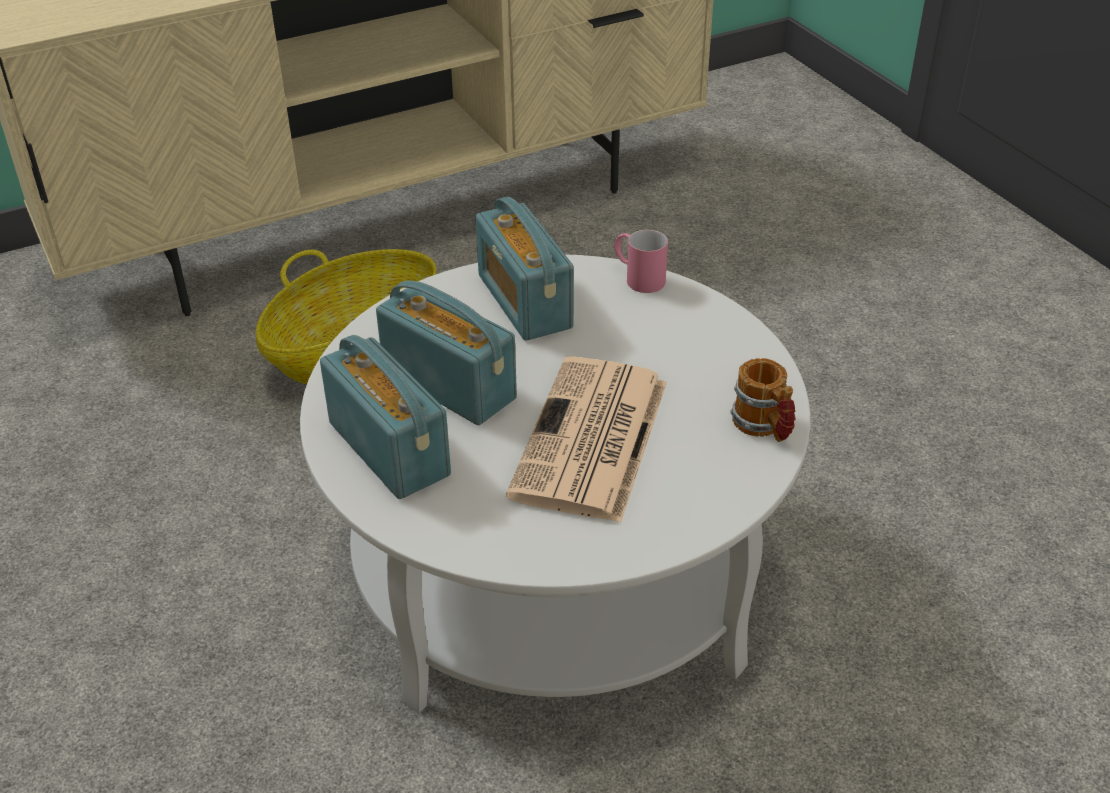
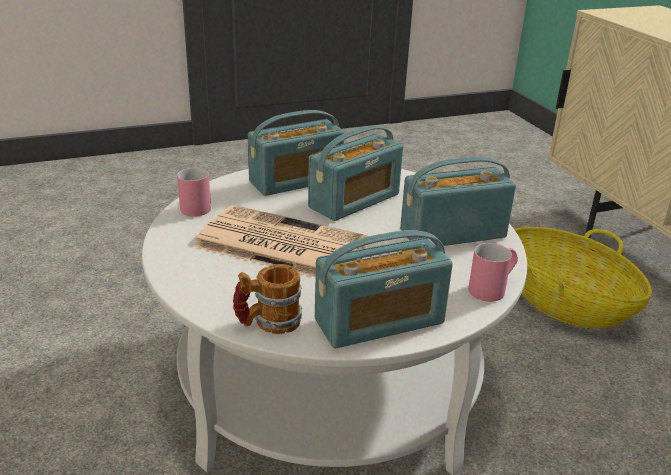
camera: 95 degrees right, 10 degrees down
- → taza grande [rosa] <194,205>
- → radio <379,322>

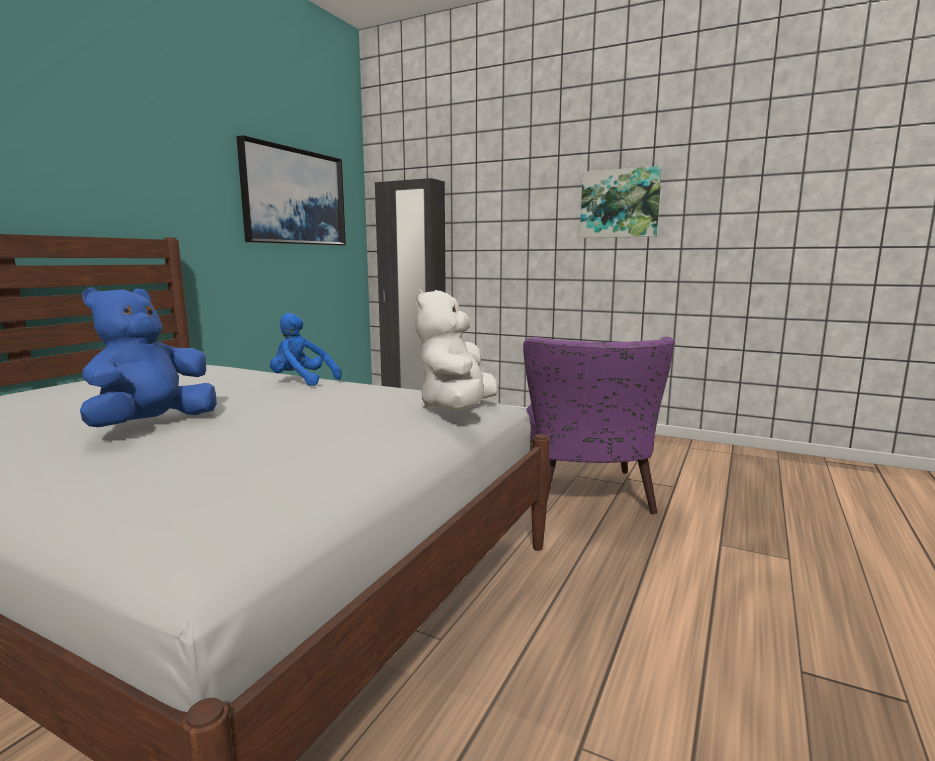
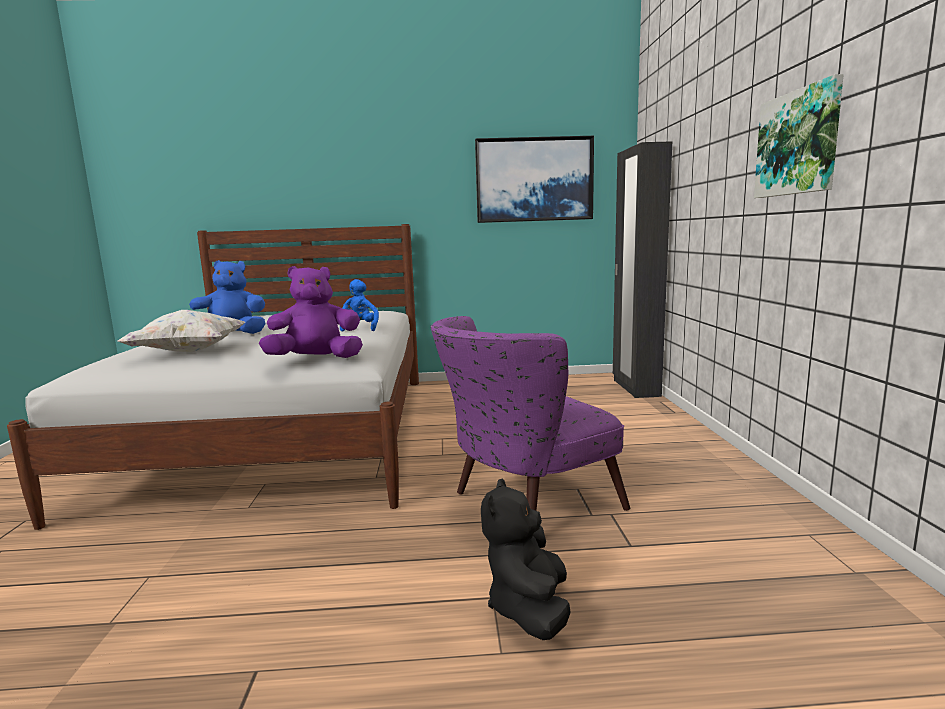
camera: 60 degrees right, 0 degrees up
peluche [blanco] <457,409> → peluche [morado] <316,359>
- → cojín [blanco] <189,352>
- → peluche [negro] <529,608>

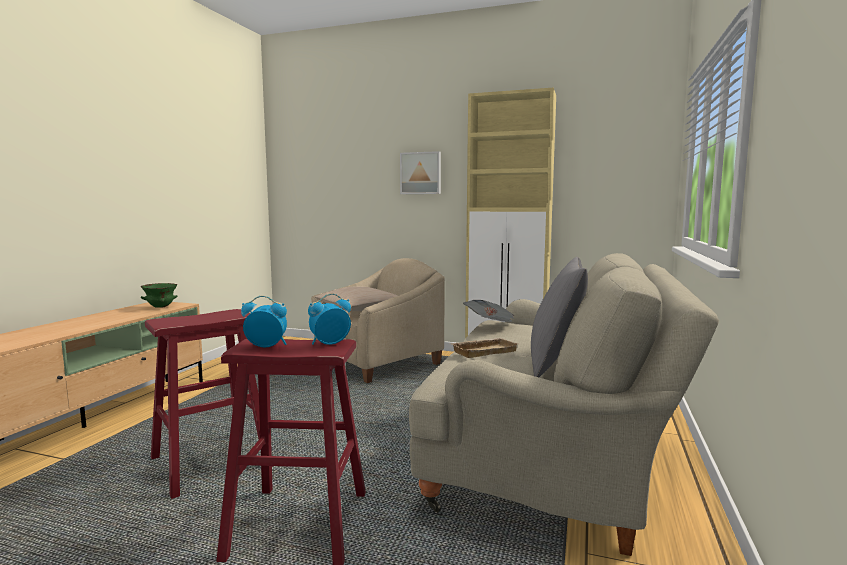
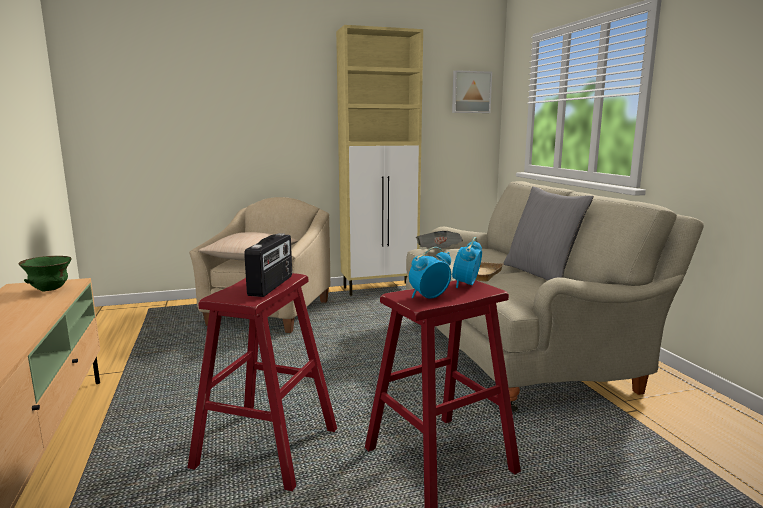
camera: 35 degrees left, 5 degrees up
cuadro <421,173> → cuadro <471,92>, move
- → radio <272,285>

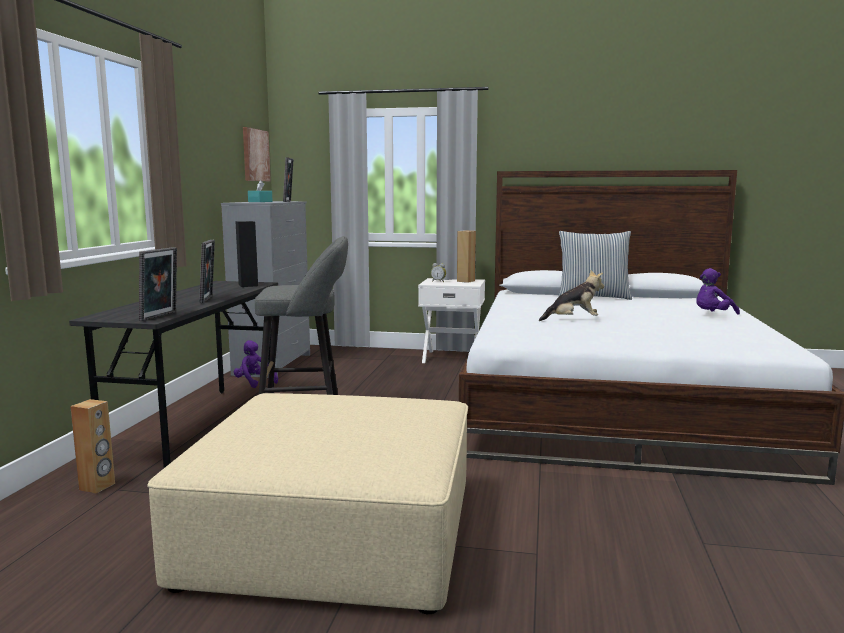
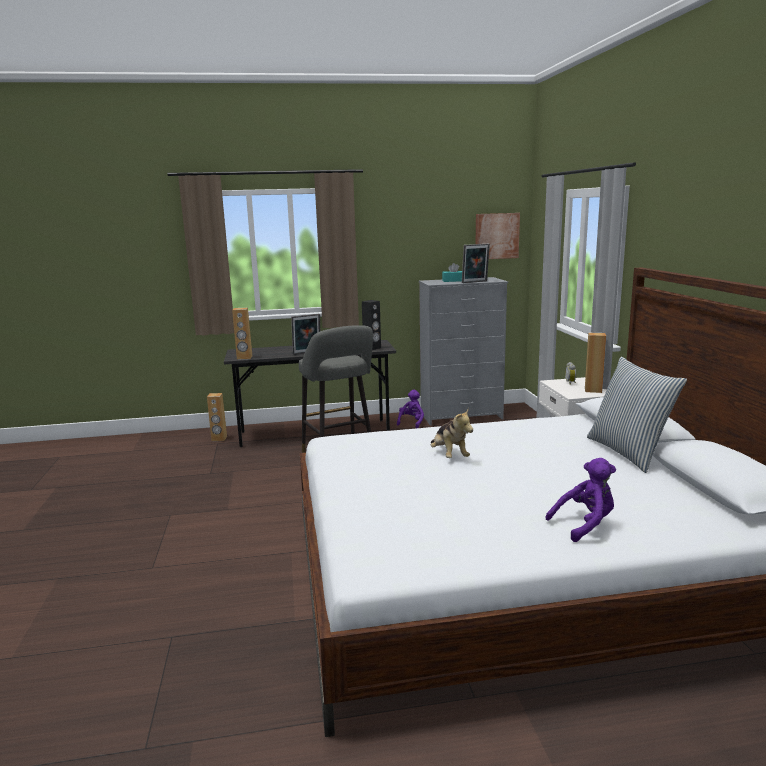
camera: 70 degrees right, 5 degrees up
portarretratos <161,316> → altavoz [marrón] <244,357>
puf [beis] <333,530> → -
peluche [morado] <712,315> → peluche [morado] <585,525>, 120 degrees clockwise

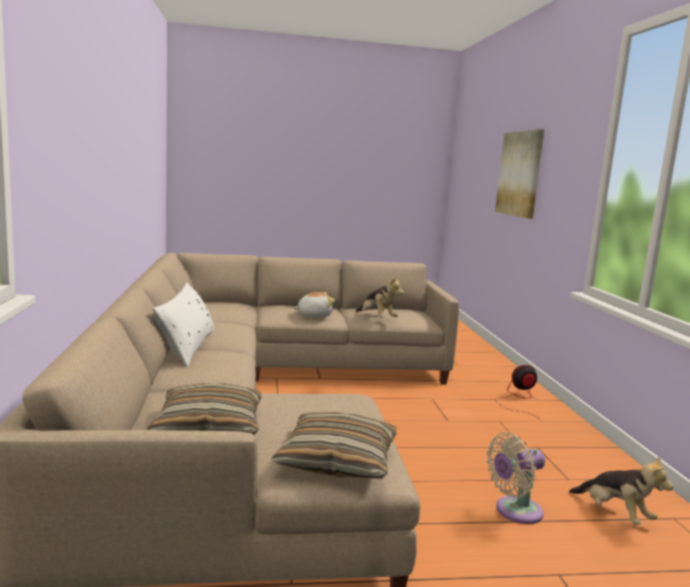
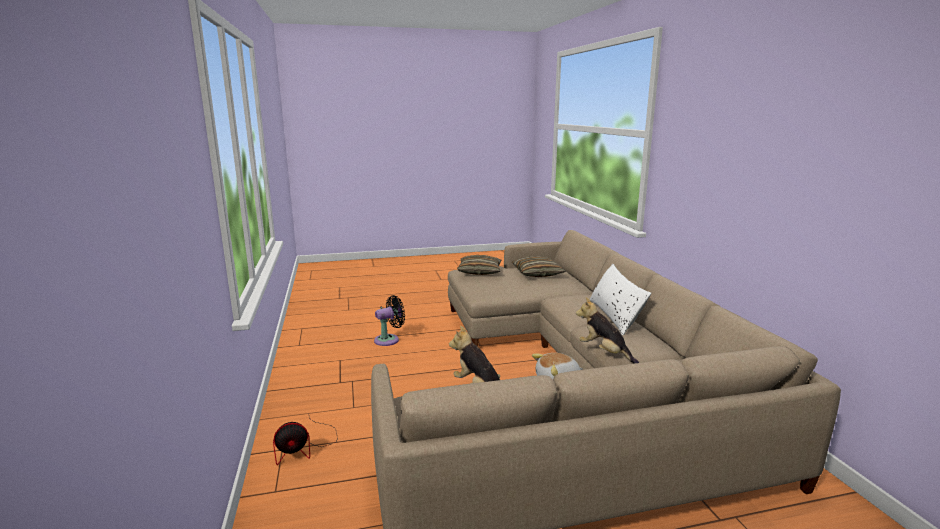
camera: 175 degrees right, 5 degrees up
ventilador [beis] <514,511> → ventilador [negro] <389,340>
cuadro <520,173> → -
peluche <615,514> → peluche <604,352>, move

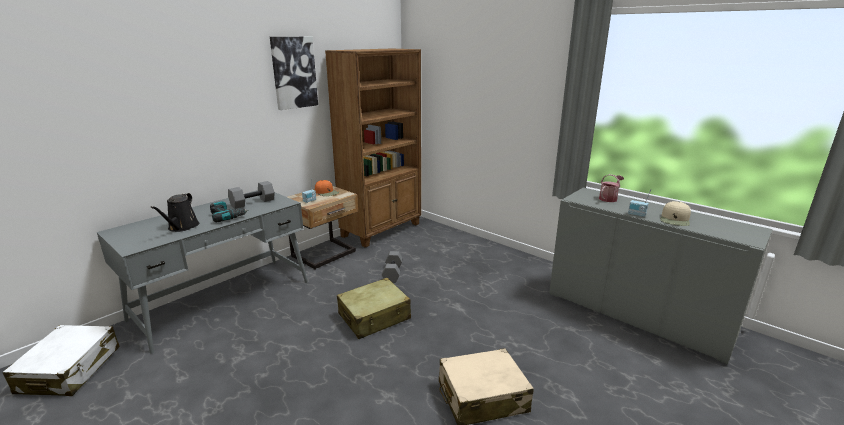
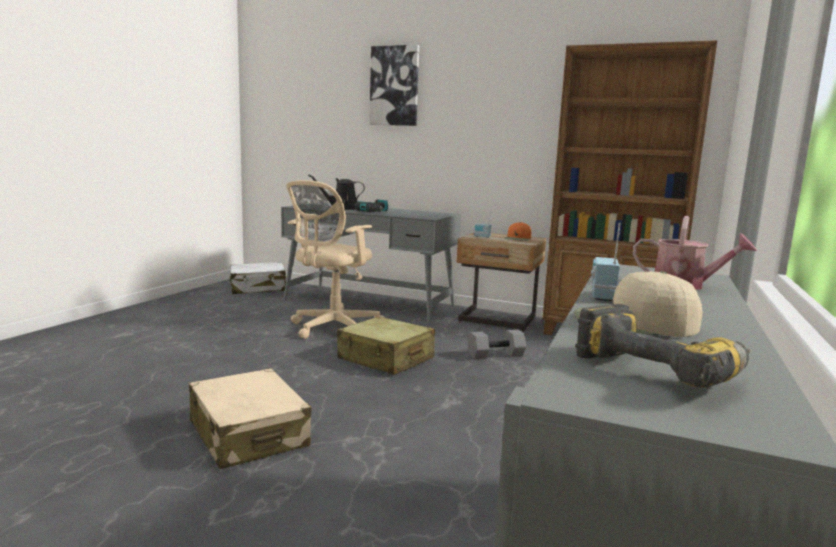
camera: 70 degrees right, 10 degrees down
mancuerna [gris] <253,202> → -
cuadro <294,72> → cuadro <394,86>, move
- → silla de oficina [beis] <332,328>
- → taladro <664,370>

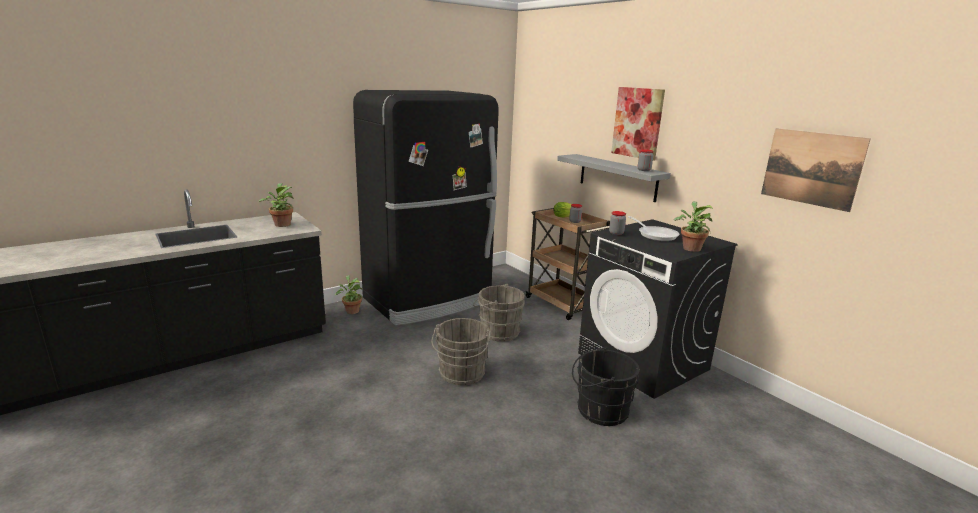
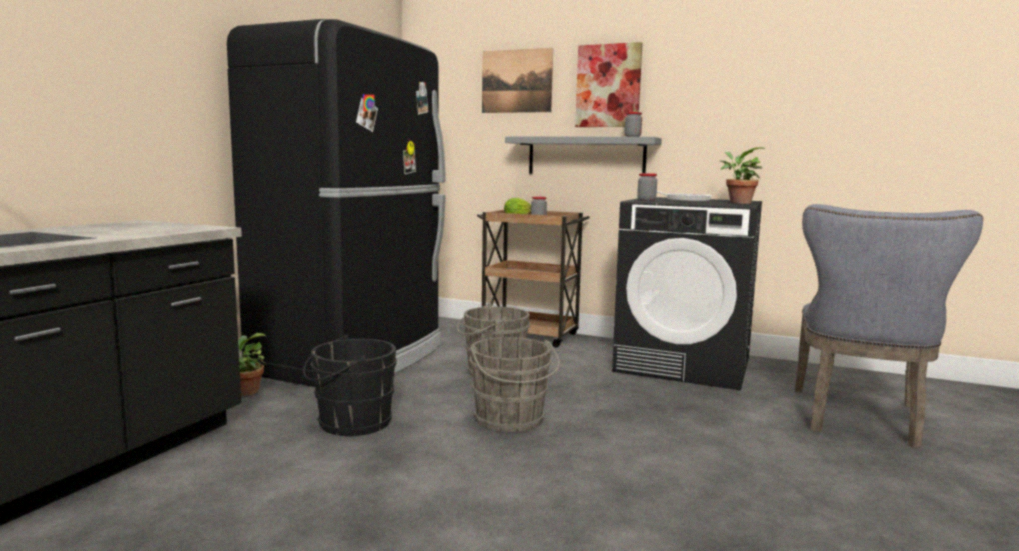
camera: 30 degrees left, 10 degrees down
planta en maceta <282,224> → -
cubo [negro] <599,410> → cubo [negro] <350,423>, move
cuadro <811,168> → cuadro <516,81>, move
- → silla [gris] <859,420>

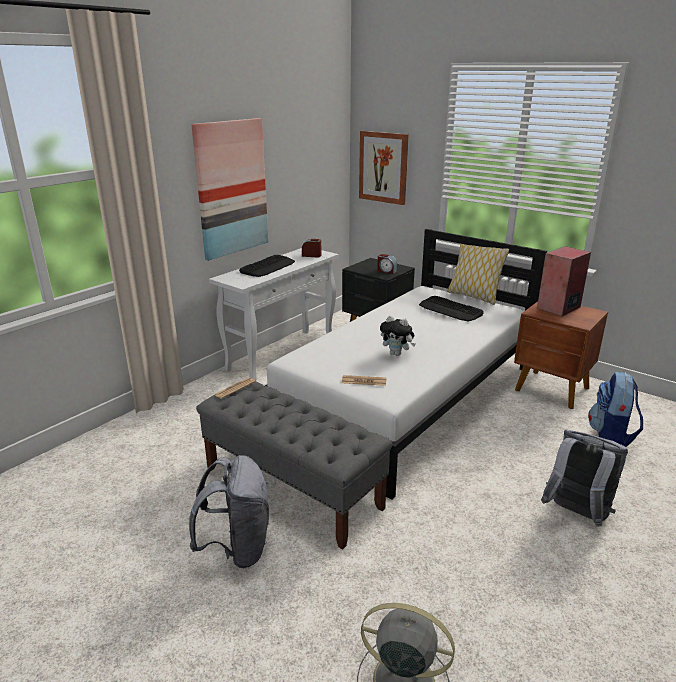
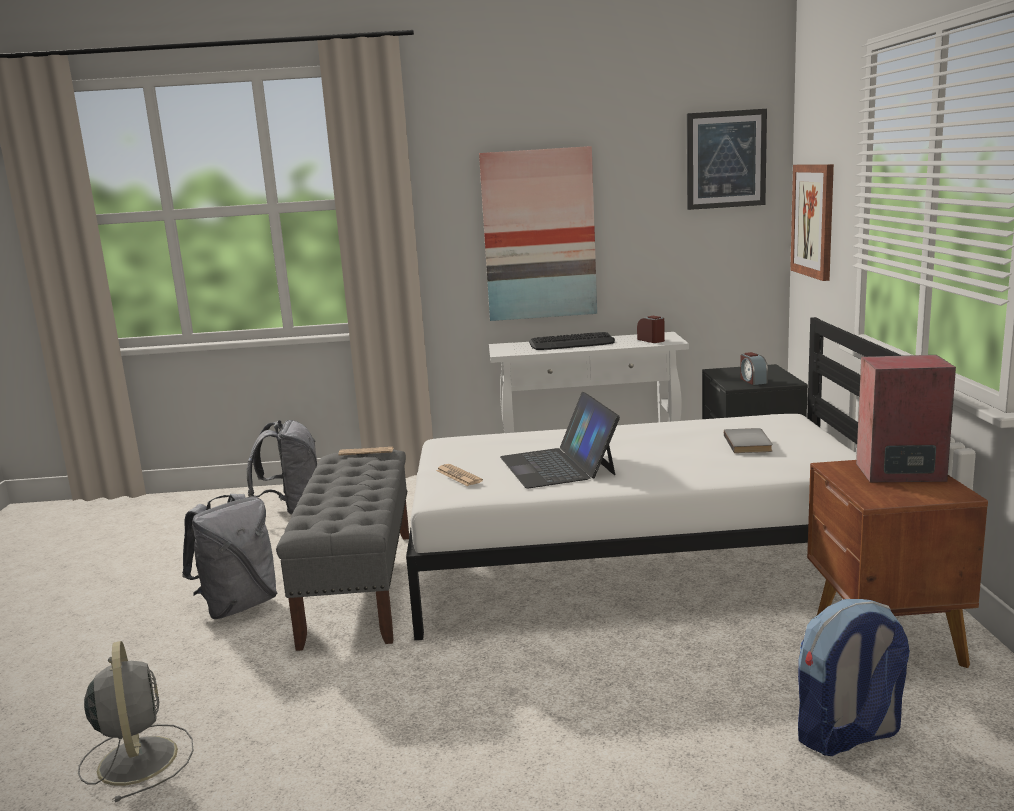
camera: 50 degrees right, 10 degrees down
peluche <397,354> → portátil <558,465>
teclado <450,309> → libro [gris] <749,443>
cojín <474,296> → -
mochila [gris] <576,514> → mochila [gris] <291,507>, move
- → cuadro <725,159>

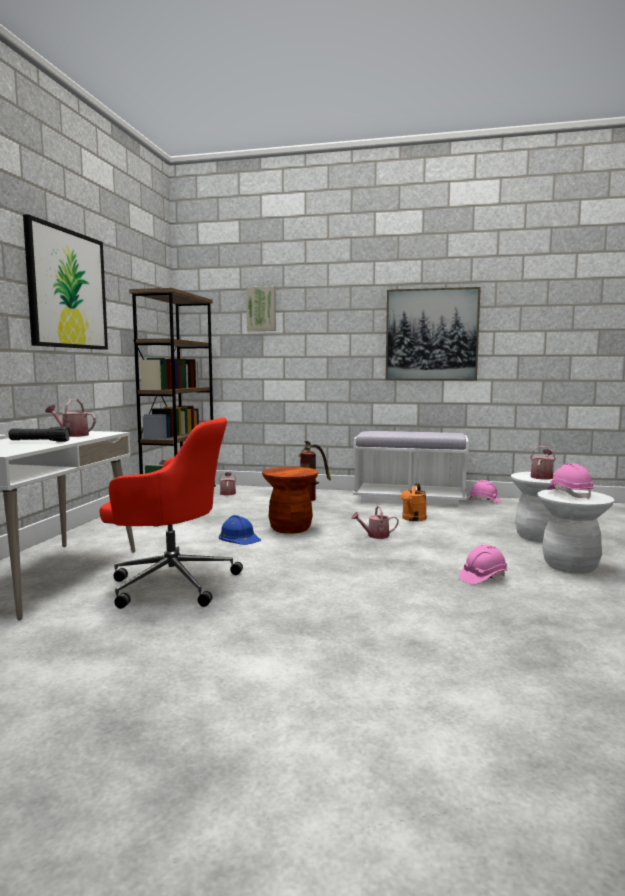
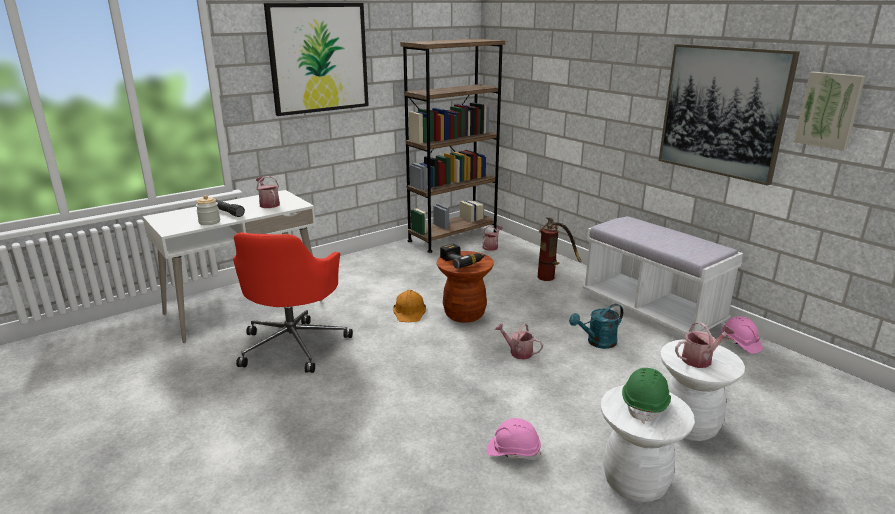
camera: 40 degrees right, 15 degrees up
silla de oficina [rojo] <171,583> → silla de oficina [rojo] <294,344>, 45 degrees clockwise
casco [azul] <239,537> → casco [naranja] <409,311>
cuadro <261,309> → cuadro <829,110>, move
regadera [naranja] <413,519> → regadera [turquesa] <597,343>
casco [rosa] <569,494> → casco [verde] <645,404>
- → tarro <209,222>
- → taladro <462,261>

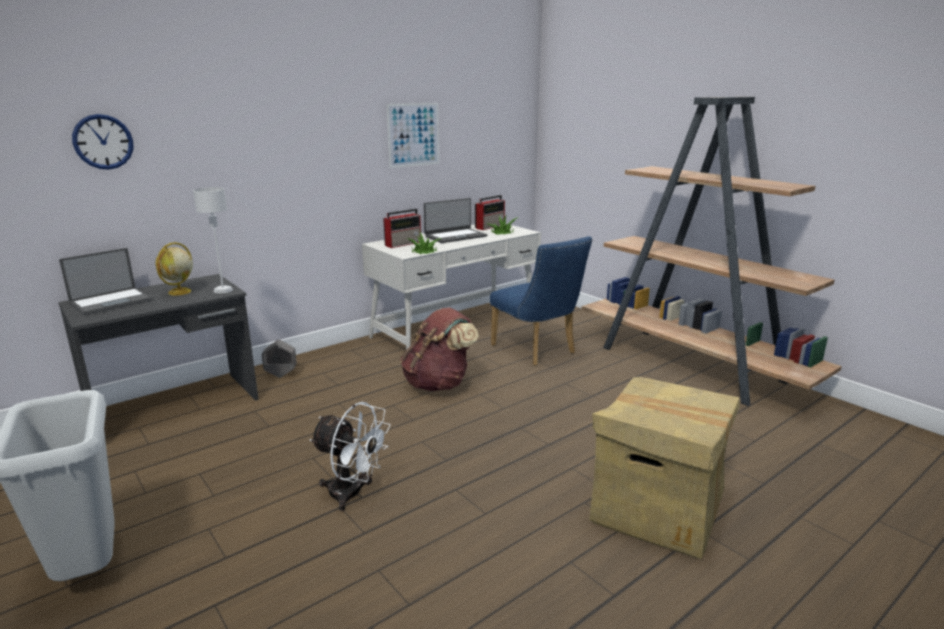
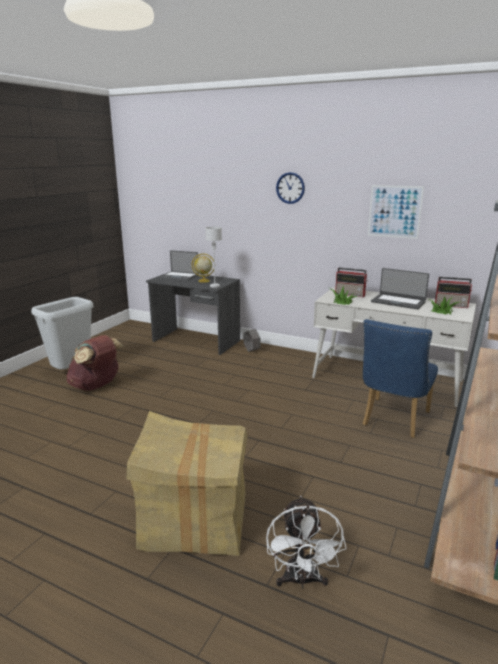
camera: 65 degrees right, 0 degrees up
reloj de pared <103,142> → reloj de pared <290,188>, move
ventilador [blanco] <353,494> → ventilador [blanco] <301,581>, move
mochila [marrón] <439,384> → mochila [marrón] <96,386>, move

